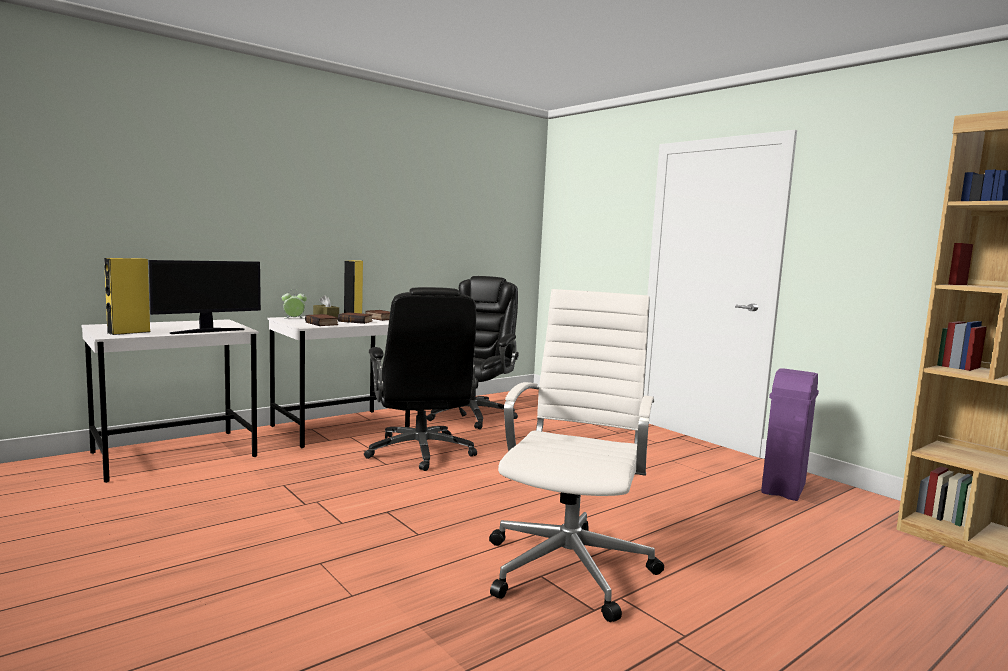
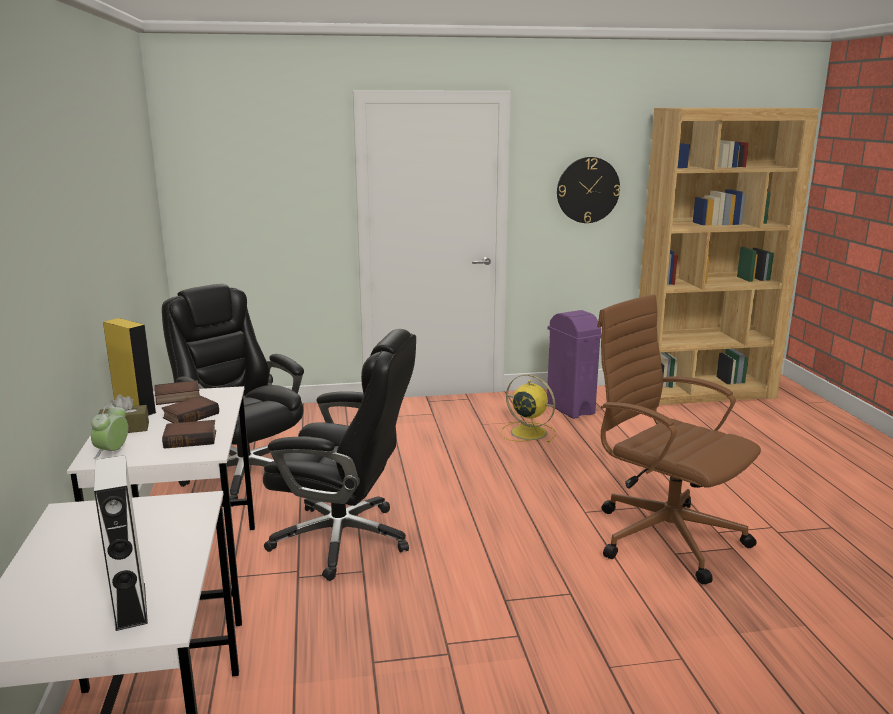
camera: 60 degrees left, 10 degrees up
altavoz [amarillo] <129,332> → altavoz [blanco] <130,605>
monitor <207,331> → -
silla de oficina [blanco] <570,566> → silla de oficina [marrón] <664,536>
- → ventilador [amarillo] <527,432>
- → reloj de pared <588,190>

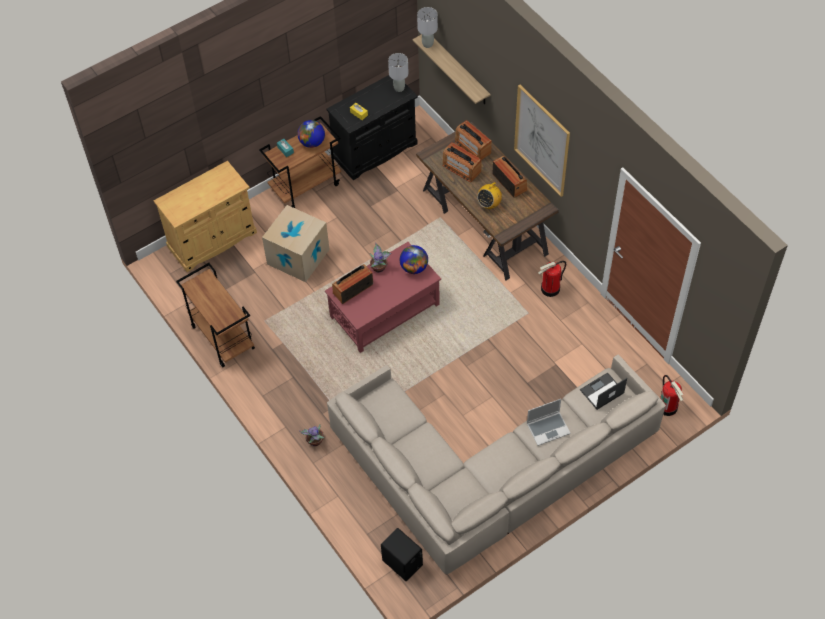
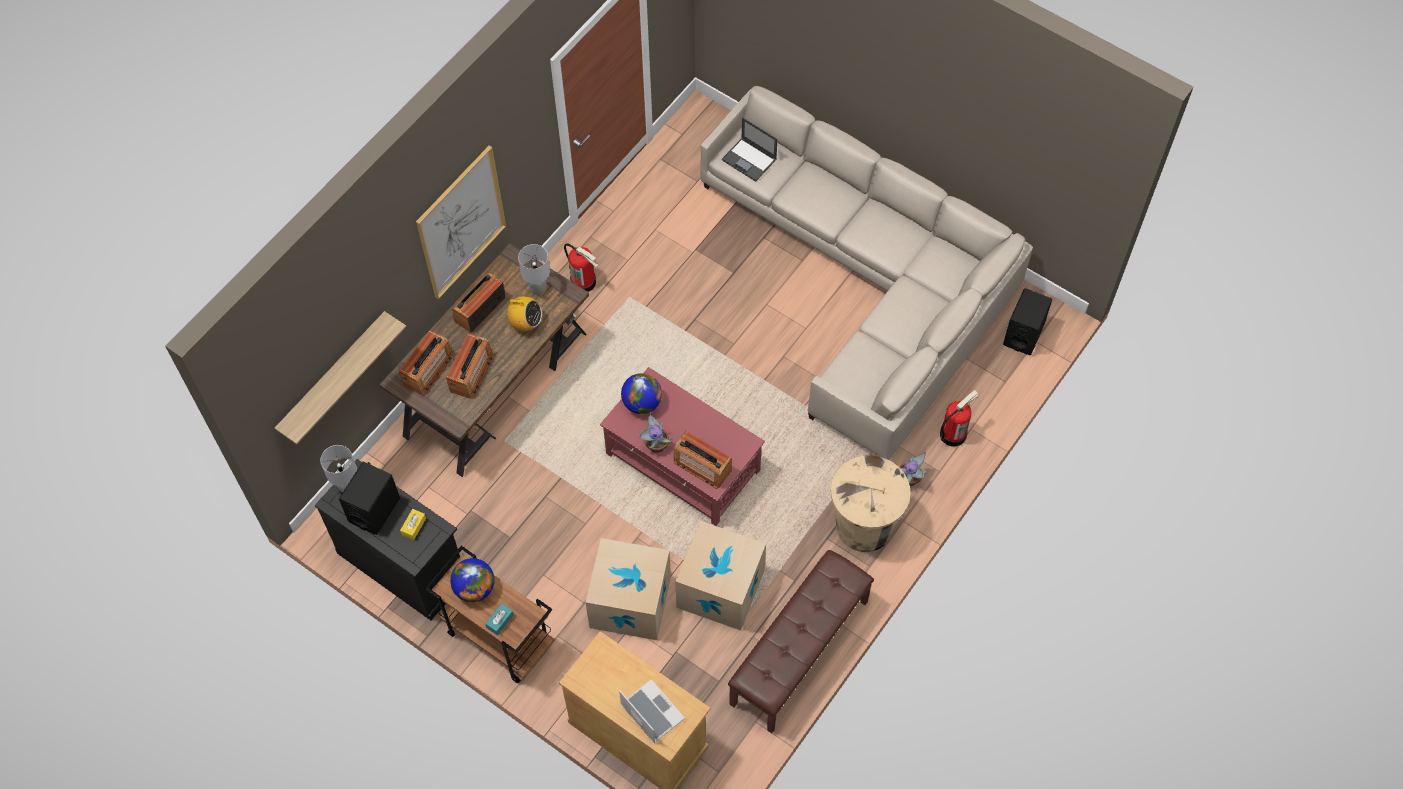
camera: 110 degrees left, 5 degrees up
carrito [marrón] <222,337> → banco [marrón] <800,653>
lámpara de mesa [gris] <428,44> → lámpara de mesa [gris] <538,288>, move
portátil <548,428> → portátil <651,712>, move
extintor <668,407> → extintor <953,434>, move
- → altavoz [negro] <374,510>
- → caja de cartón <720,589>
- → papelera [beis] <864,526>

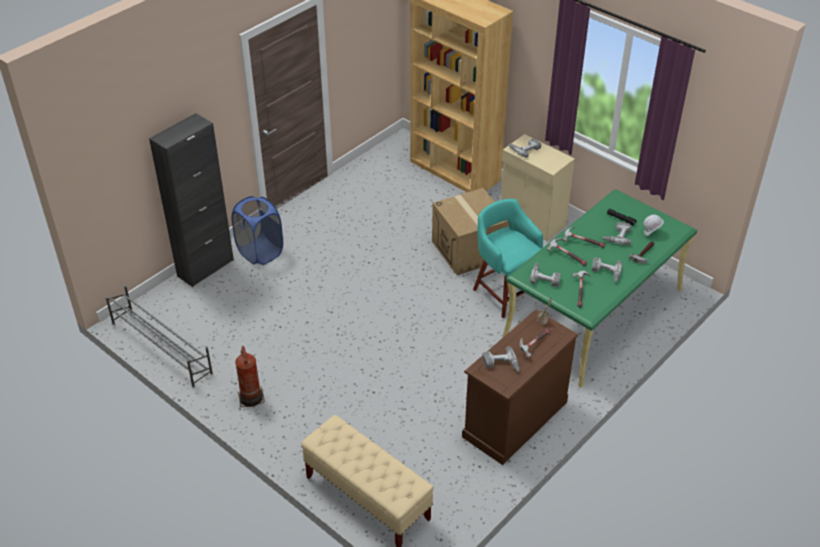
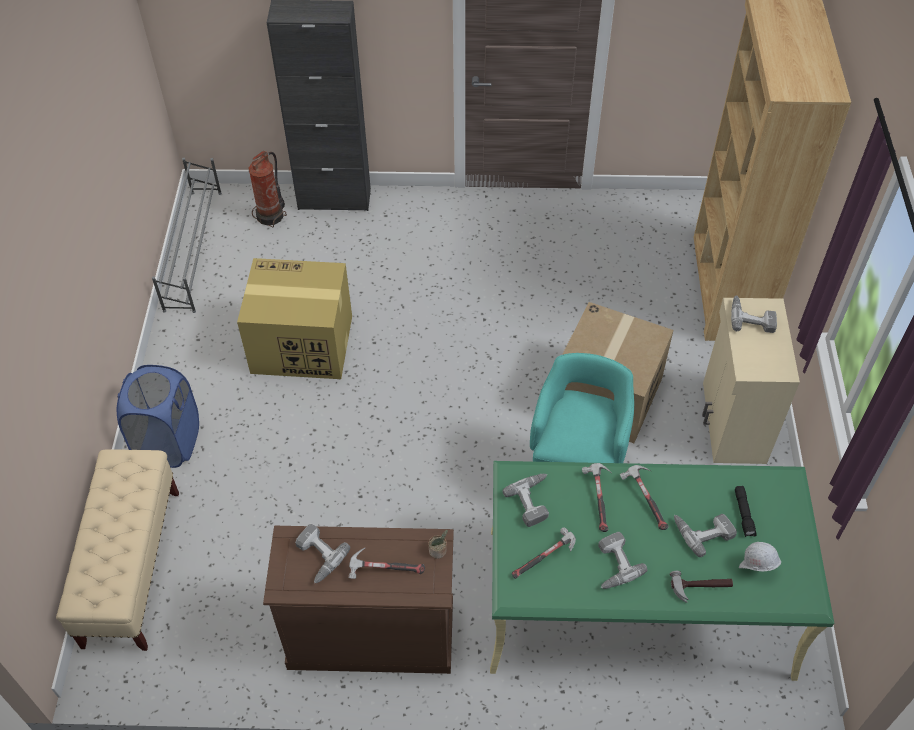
camera: 50 degrees right, 10 degrees up
cesto de la ropa [azul] <260,252> → cesto de la ropa [azul] <169,443>, move
extintor <251,397> → extintor <271,215>, move
- → caja de cartón <300,344>

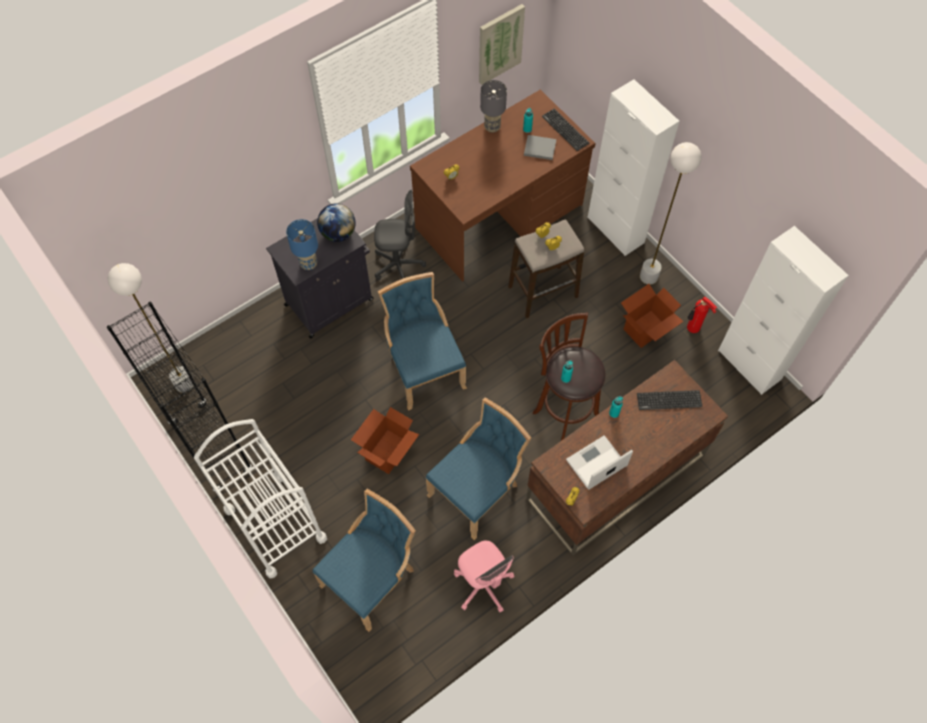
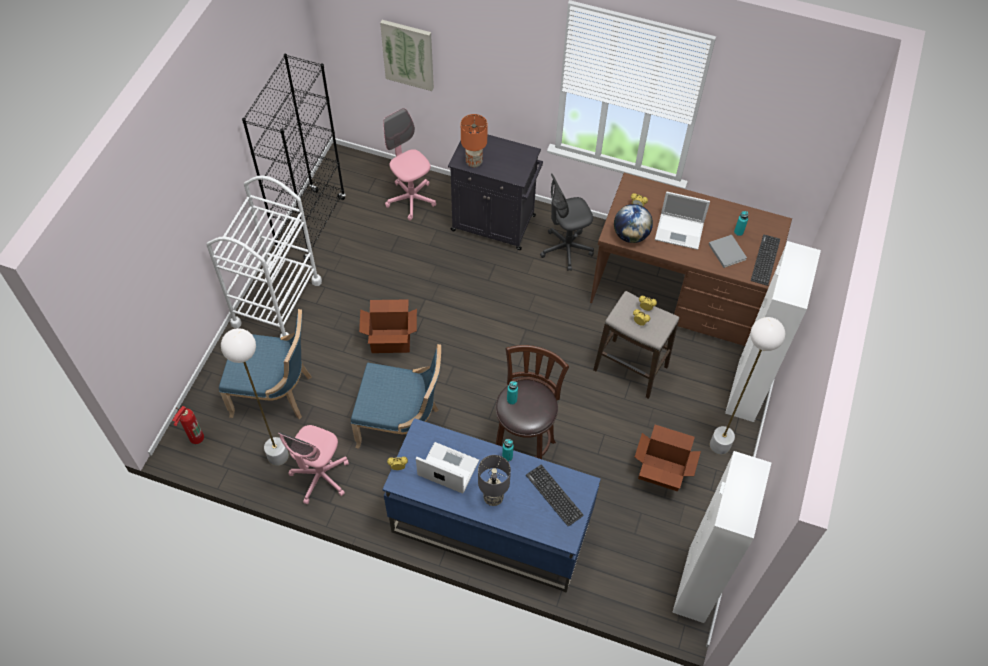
camera: 55 degrees right, 5 degrees down
lámpara de pie [blanco] <184,383> → lámpara de pie [blanco] <278,456>, move
lámpara de mesa [azul] <308,264> → lámpara de mesa [naranja] <473,162>
globo terráqueo <338,233> → globo terráqueo <630,235>, move
silla de oficina [gris] <398,266> → silla de oficina [gris] <566,249>, 105 degrees clockwise
silla [azul] <424,368> → -
cuadro <499,44> → cuadro <408,54>, move
lámpara de mesa [gris] <492,127> → lámpara de mesa [gris] <493,498>, move
escritorio [marrón] <615,478> → escritorio [azul] <490,527>
extintor <693,329> → extintor <194,438>, move
- → silla de oficina [rosa] <411,199>
- → portátil <680,231>

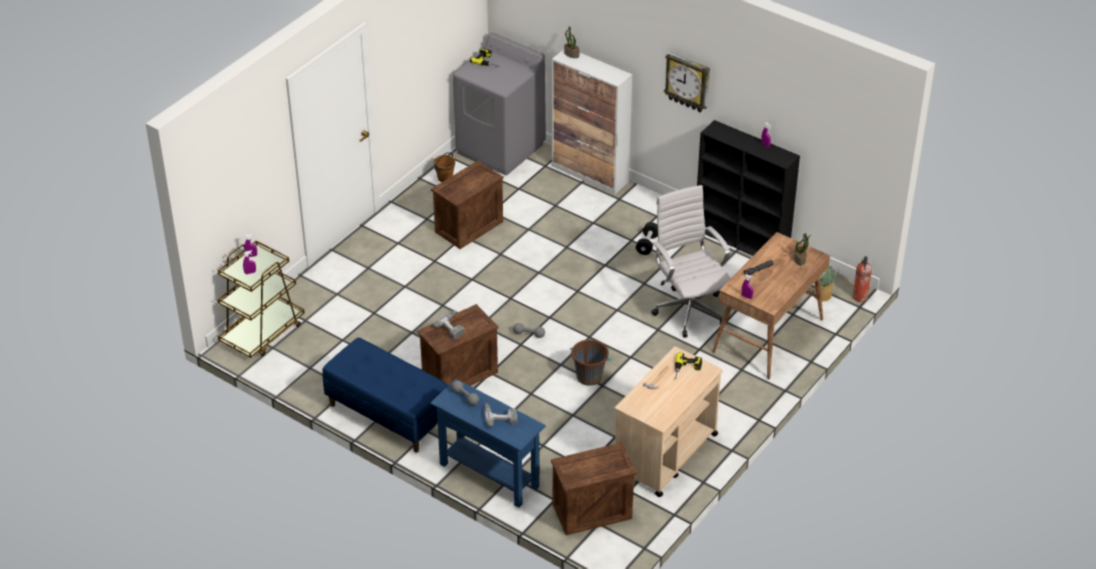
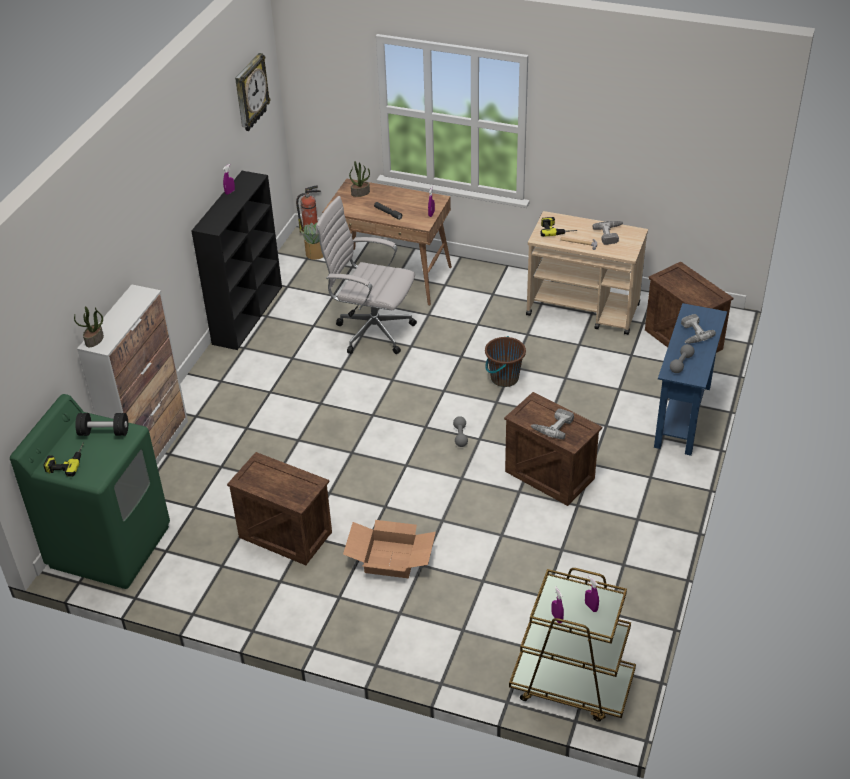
camera: 105 degrees left, 0 degrees up
banco [azul] <387,414> → -
cubo [marrón] <445,178> → -
lavadora [gris] <501,148> → lavadora [verde] <110,545>
mancuerna [negro] <647,244> → mancuerna [negro] <104,432>, move
silla de oficina [blanco] <688,309> → silla de oficina [blanco] <371,331>, 60 degrees clockwise
reloj de pared <688,82> → reloj de pared <250,93>, move
- → caja de cartón <391,558>
- → taladro <611,234>

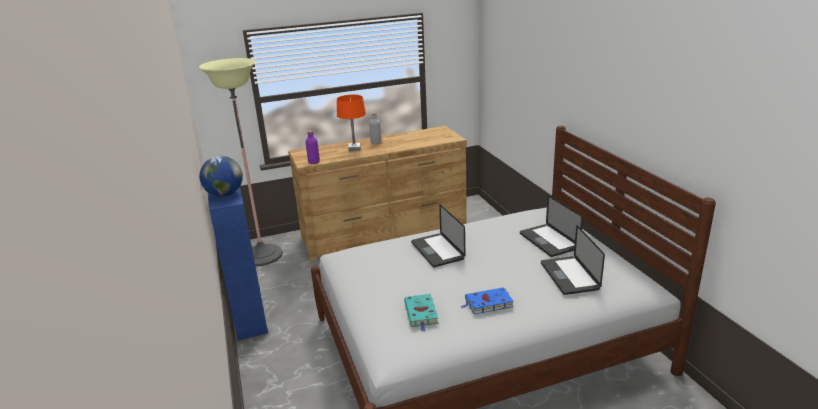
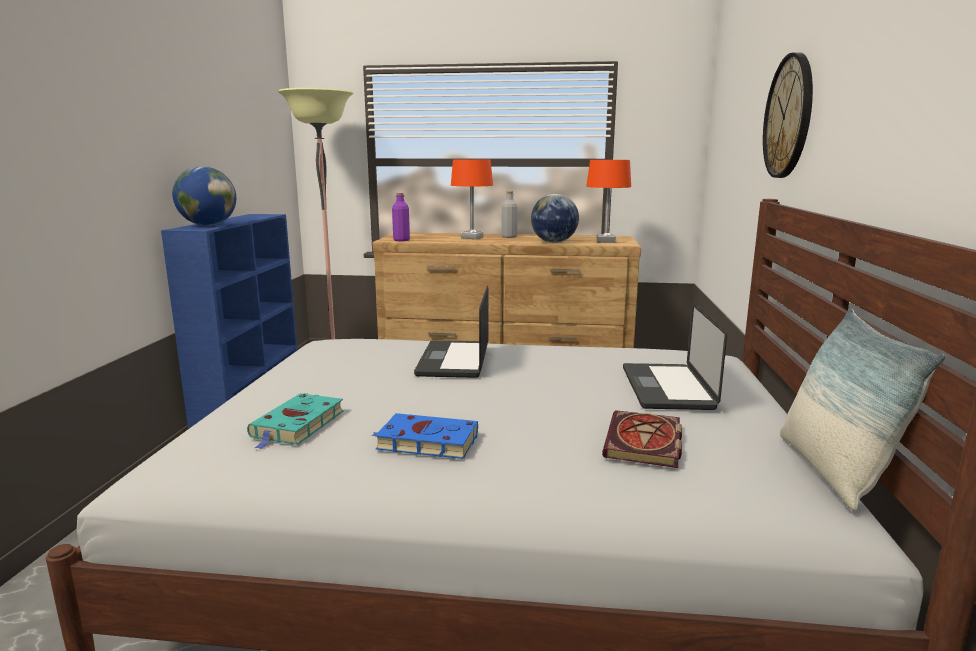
camera: 25 degrees right, 10 degrees down
portátil <569,276> → libro <645,443>
- → globo terráqueo <553,242>
- → lámpara de mesa [naranja] <605,241>
- → reloj de pared <788,117>
- → cojín <833,471>

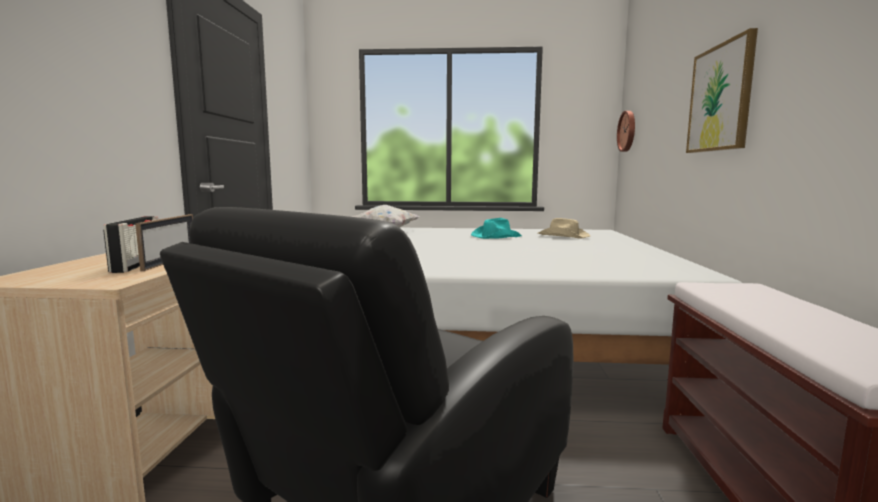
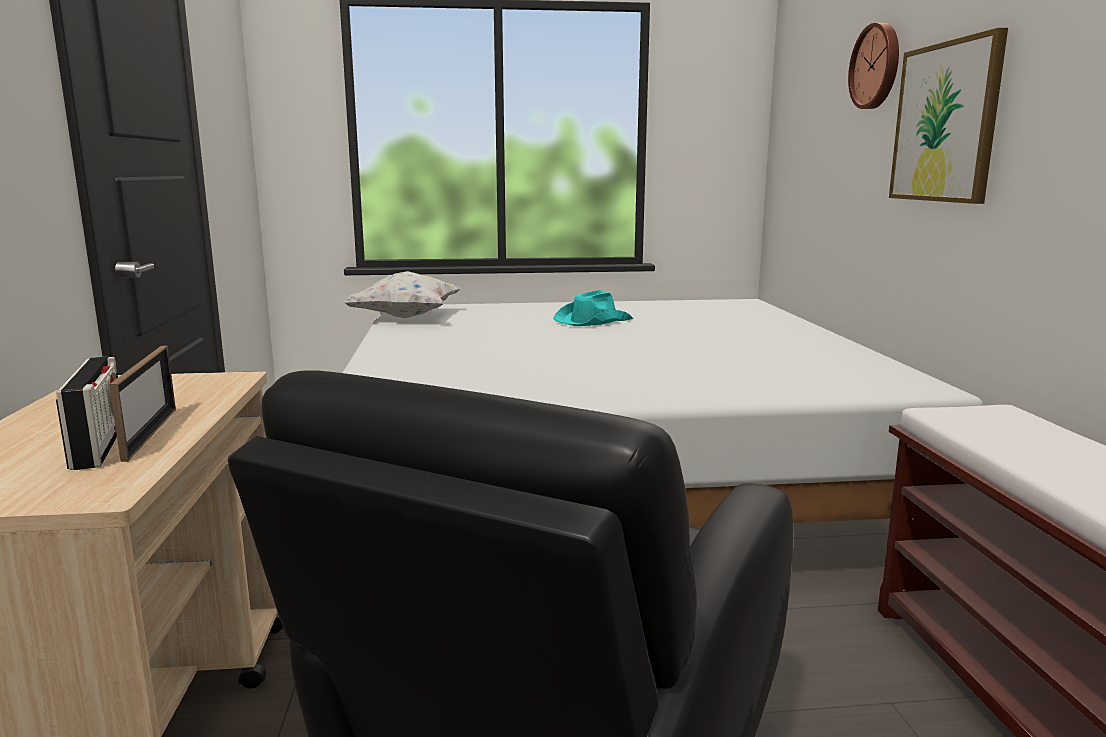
camera: 10 degrees left, 5 degrees up
sombrero [beis] <563,236> → -
reloj de pared <628,131> → reloj de pared <877,66>, move

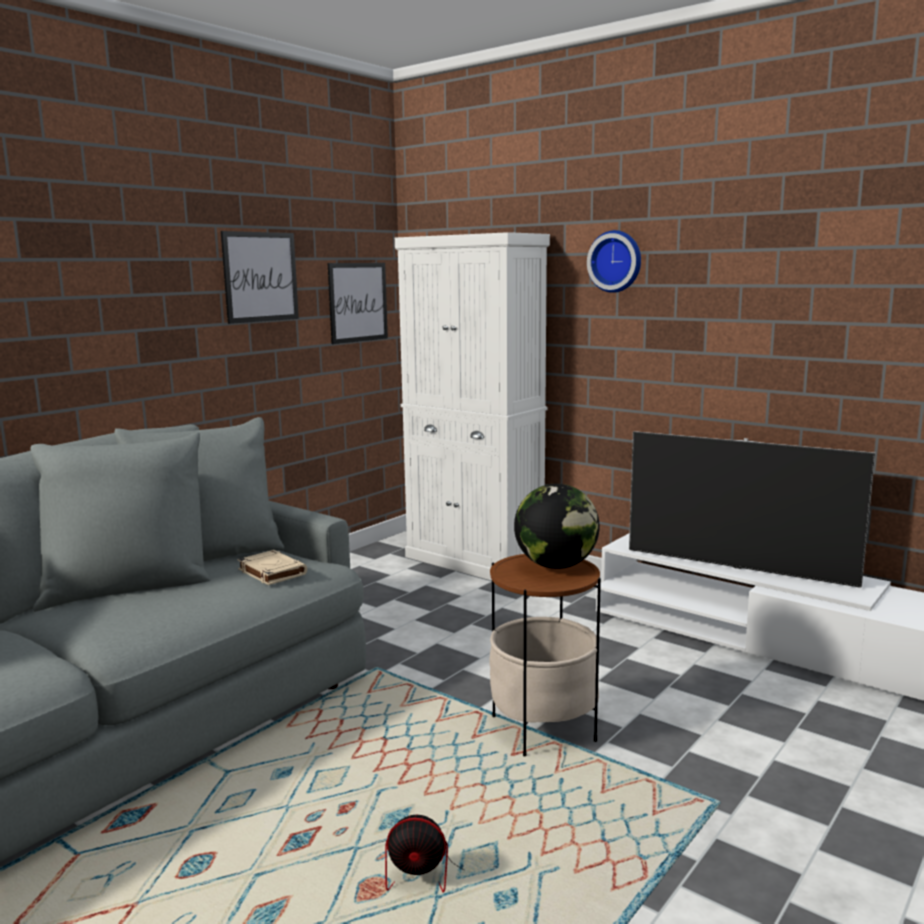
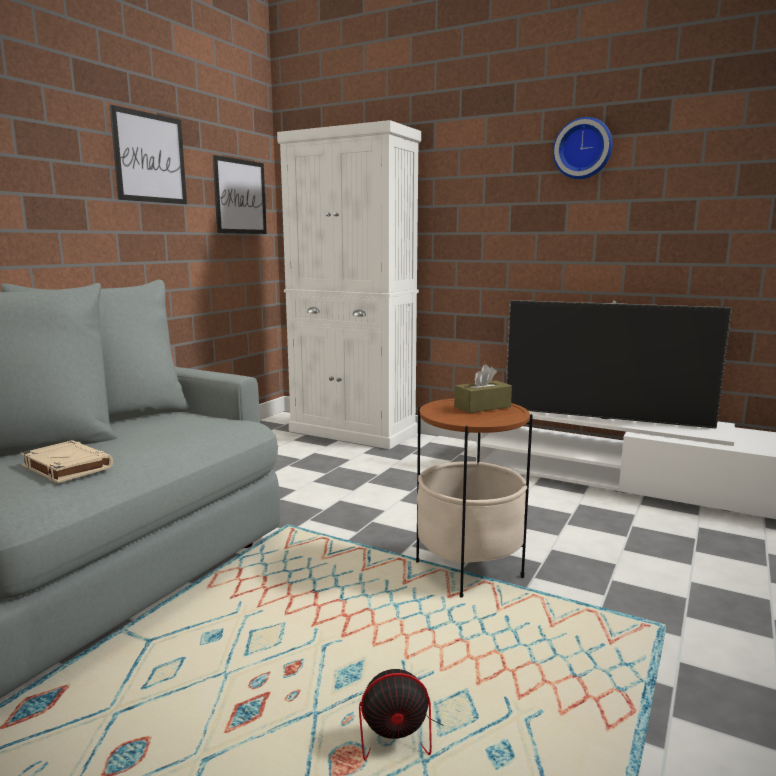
camera: 10 degrees left, 0 degrees up
libro [beis] <271,572> → libro [beis] <66,467>, move
globo terráqueo <556,566> → caja de pañuelos [marrón] <482,407>
reloj de pared <616,261> → reloj de pared <583,149>, move

